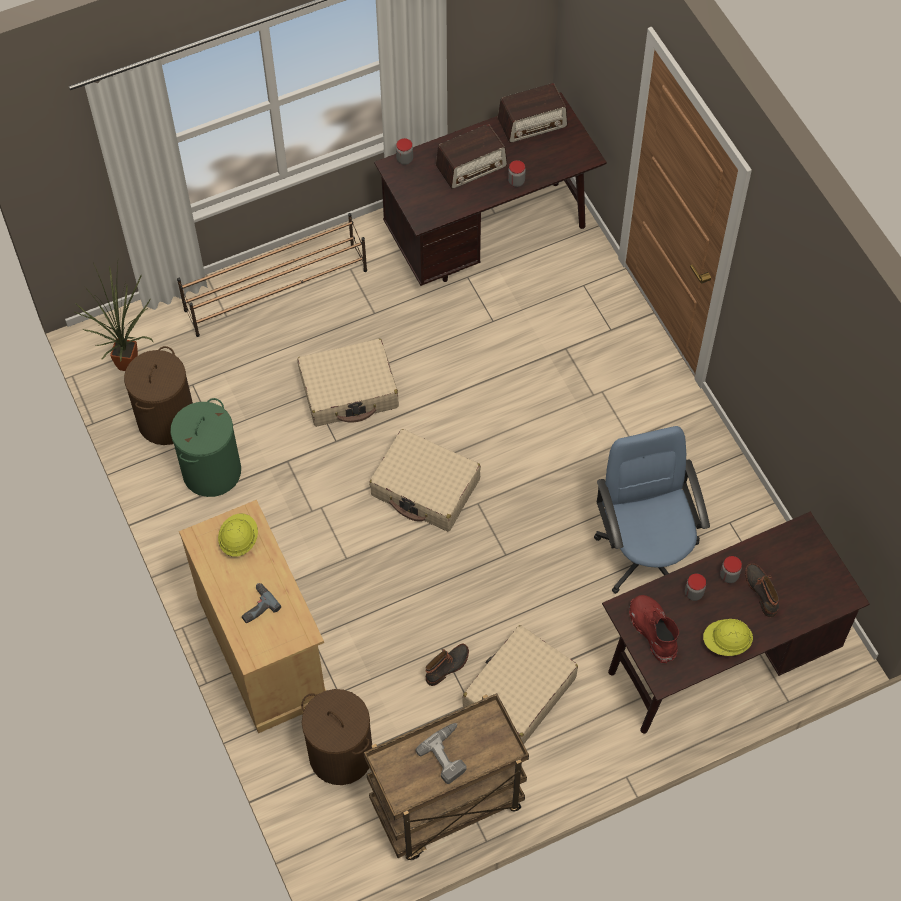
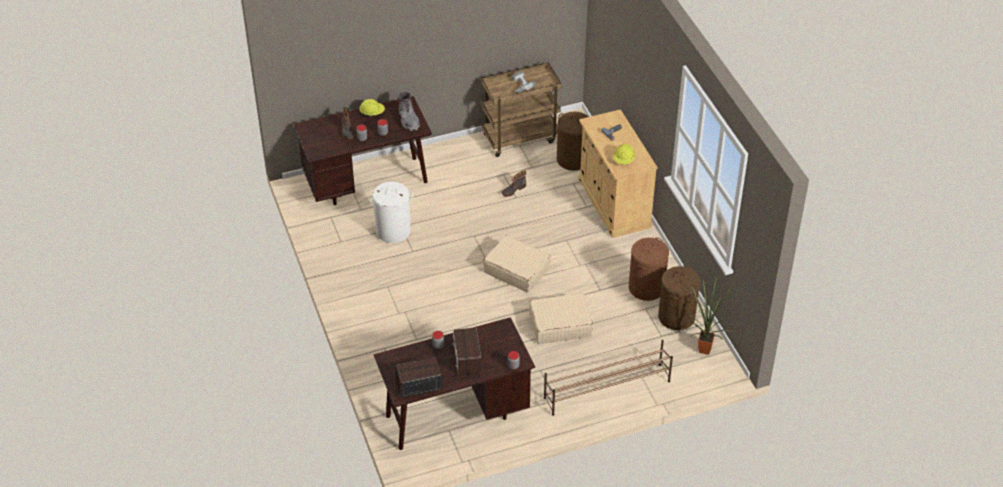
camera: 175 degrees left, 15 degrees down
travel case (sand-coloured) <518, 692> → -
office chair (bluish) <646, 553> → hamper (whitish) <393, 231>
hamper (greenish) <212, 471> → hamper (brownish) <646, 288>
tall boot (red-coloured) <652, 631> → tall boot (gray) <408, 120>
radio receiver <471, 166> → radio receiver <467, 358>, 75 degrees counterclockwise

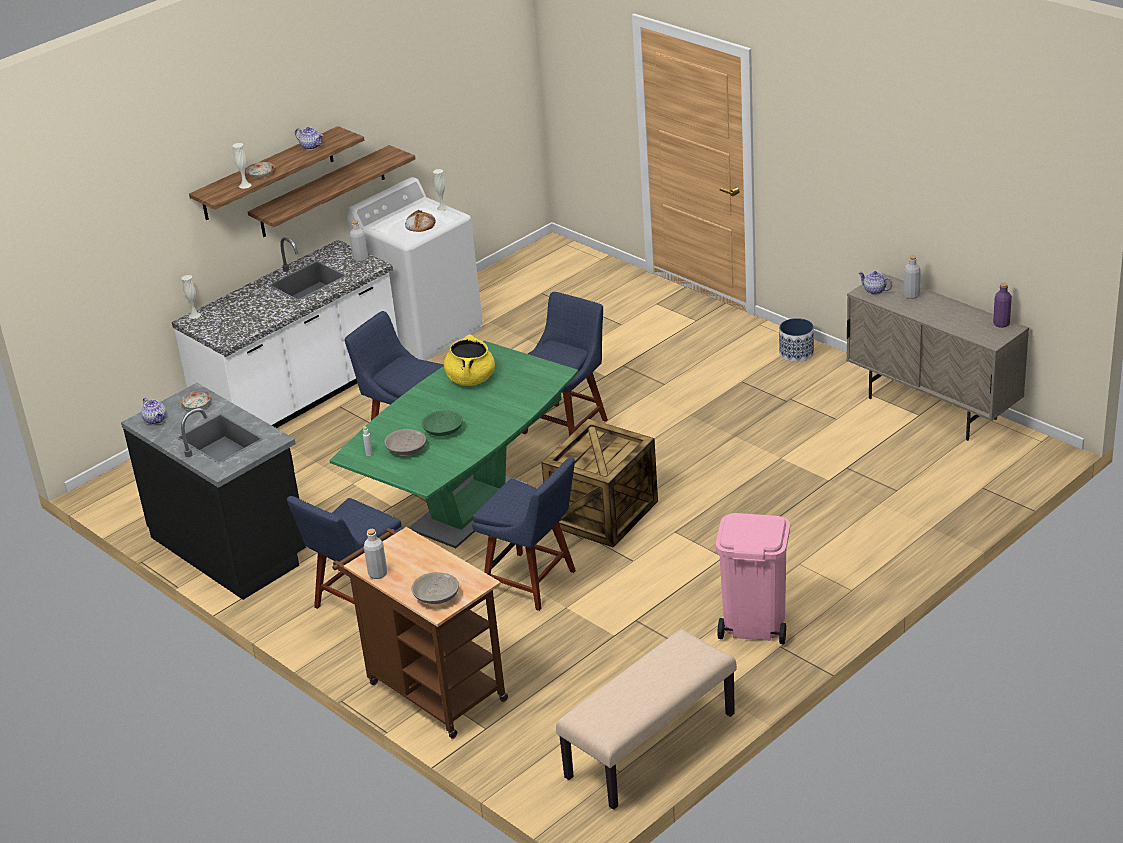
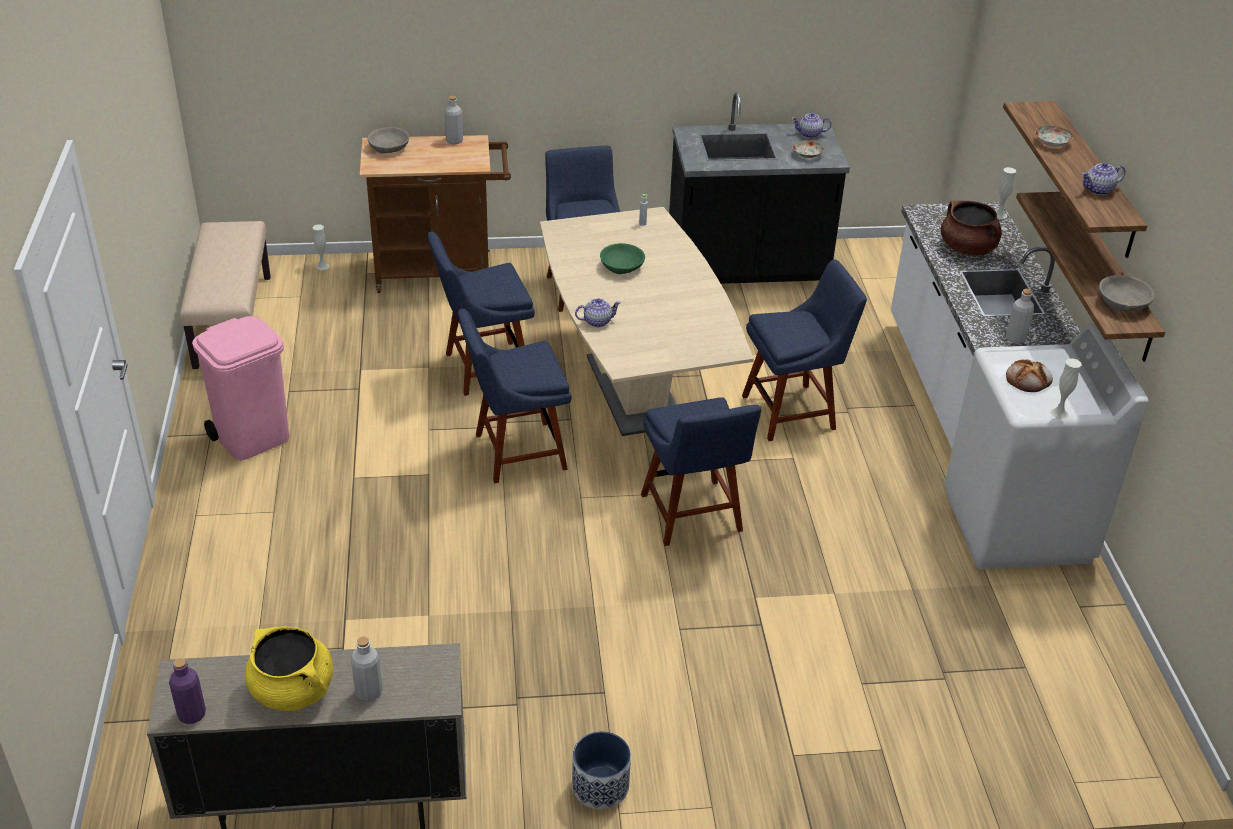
camera: 125 degrees right, 5 degrees up
- → cooking pot (brownish) <968, 248>
vase (whitish) <245, 185> → vase (whitish) <322, 266>, shifted
serving bowl (gray) <406, 450> → serving bowl (gray) <1123, 303>, shifted
cooking pot (yellow-coloured) <471, 379> → cooking pot (yellow-coloured) <293, 690>, shifted
tea pot <874, 290> → tea pot <597, 321>, shifted
crate <604, 514> → plain chair (bluish) <515, 452>
kitchen table (greenish) <469, 508> → kitchen table (sand-coloured) <635, 391>

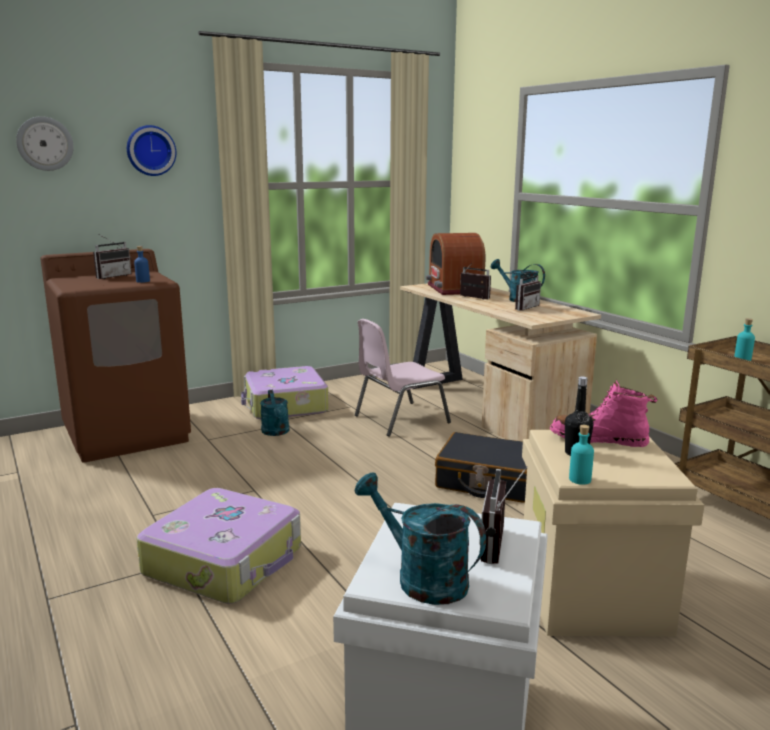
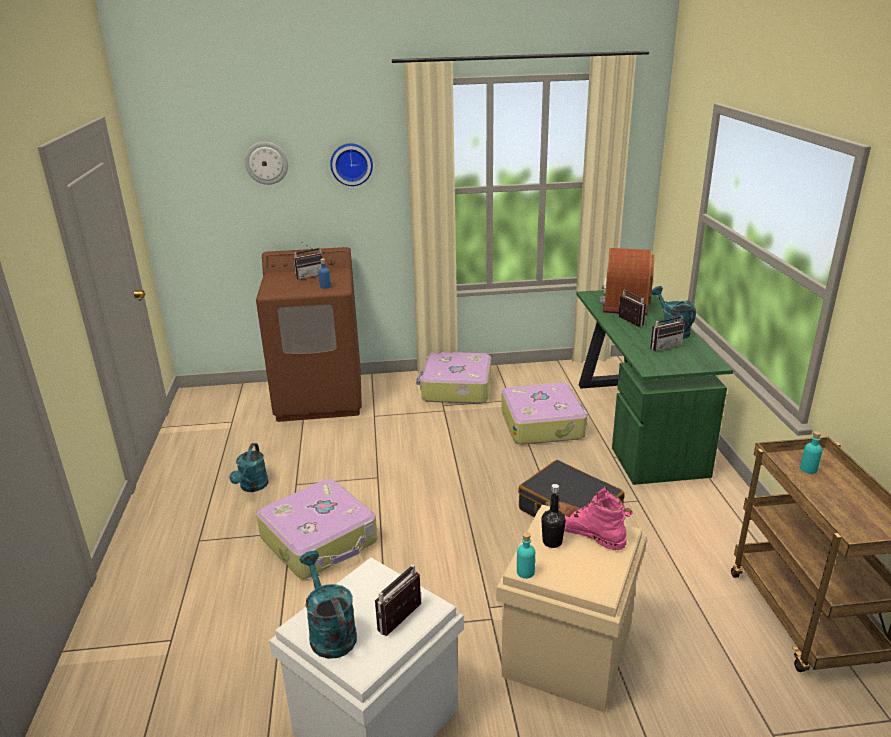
camera: 25 degrees right, 10 degrees up
watering can (turquoise-coloured) <276, 432> → watering can (turquoise-coloured) <252, 487>, shifted
plain chair (pink) <399, 419> → travel case <542, 424>
desk table (sand-coloured) <486, 406> → desk table (greenish) <635, 424>

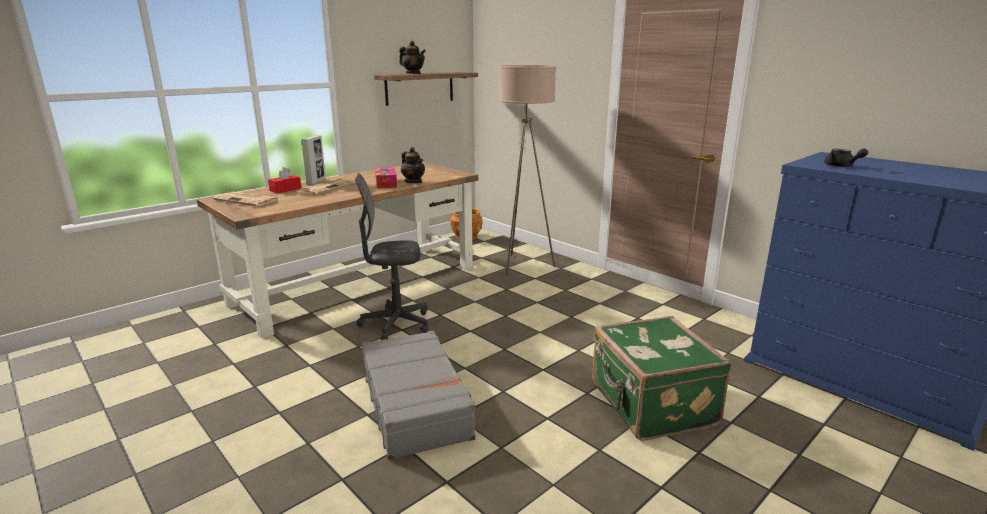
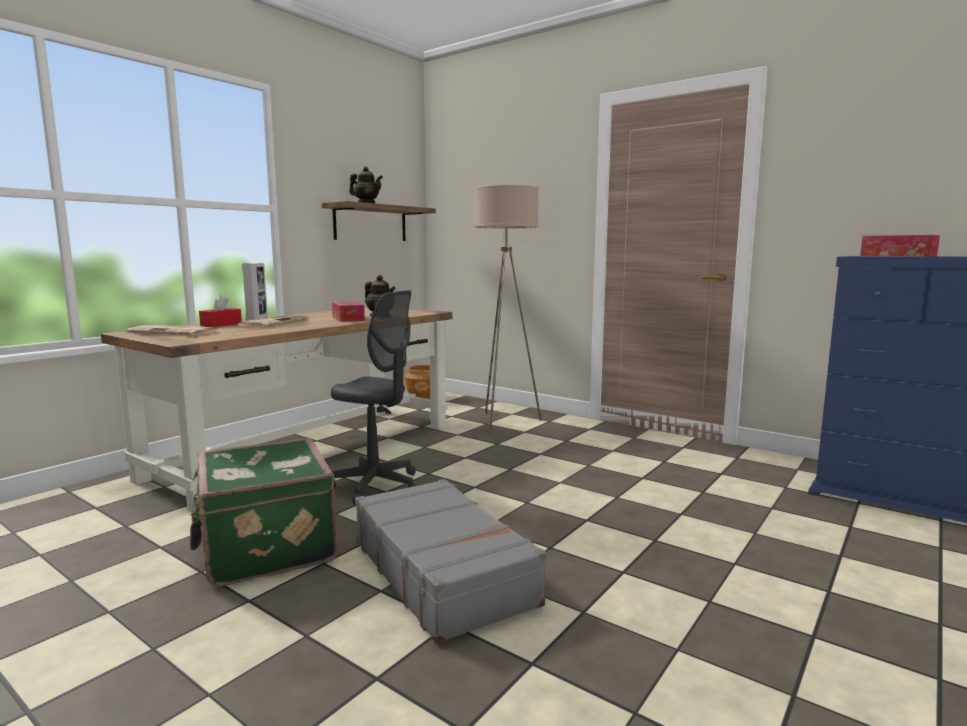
camera: 10 degrees left, 10 degrees down
travel case (greenish) <650, 405> → travel case (greenish) <265, 547>, shifted
tea pot (black-coloured) <841, 166> → tissue box <897, 256>
office chair (gray) <396, 324> → office chair (gray) <376, 486>, 135 degrees counterclockwise

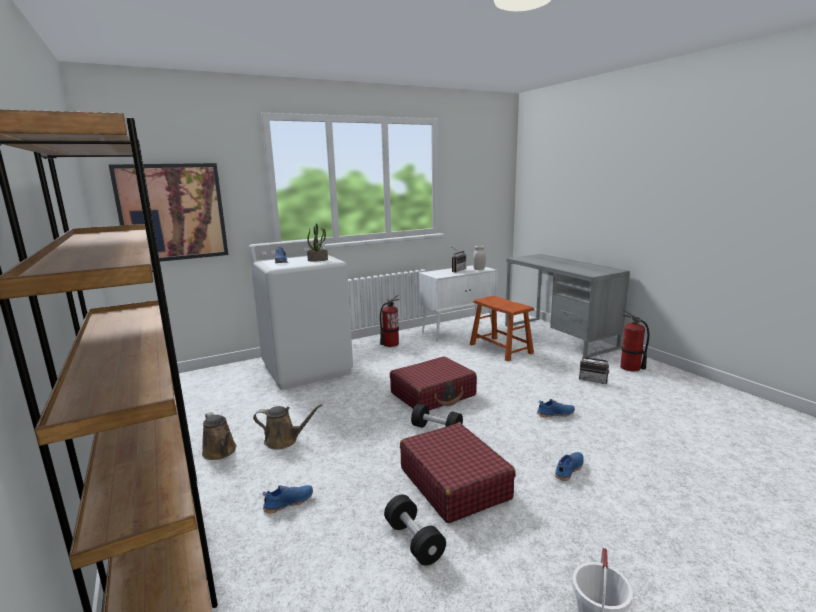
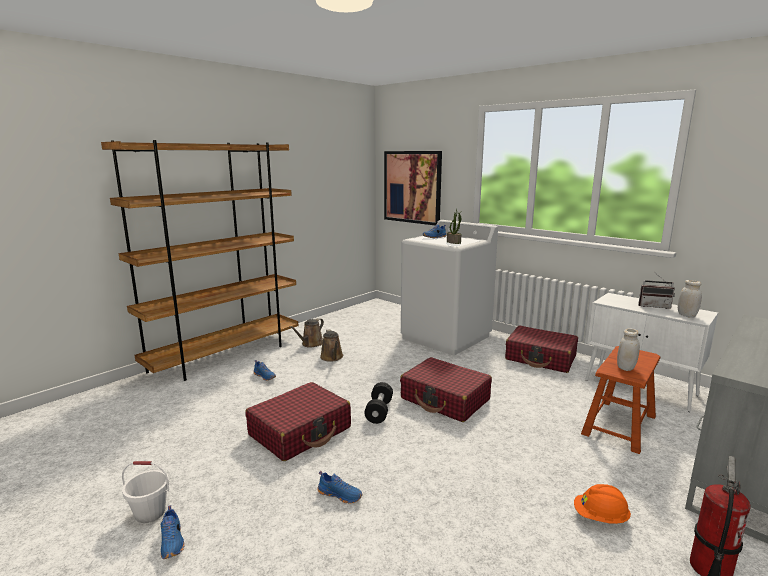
camera: 70 degrees right, 0 degrees up
hand weight (black-coloured) <414, 541> → -
- → preserve jar (whitish) <626, 368>
item of footwear (bluish) <555, 414> → item of footwear (bluish) <173, 542>, shifted
fire-fighting cylinder <390, 344> → travel case (red-coloured) <540, 358>
radio receiver <593, 380> → hard hat (orangey) <600, 517>

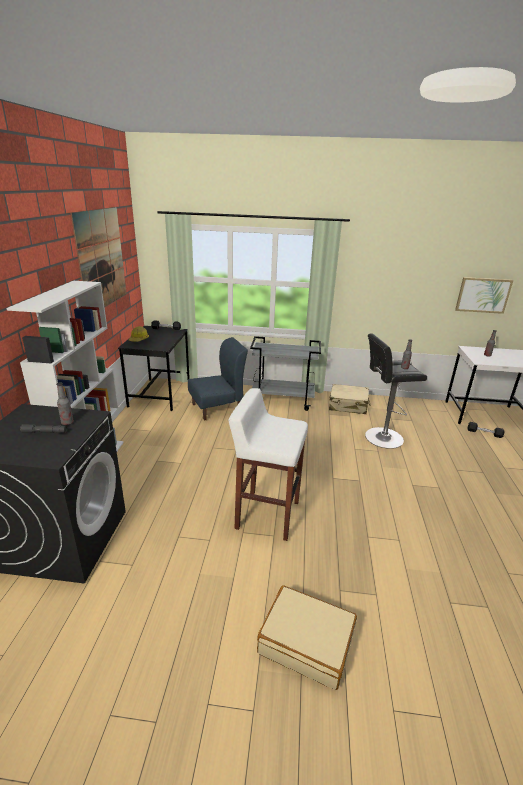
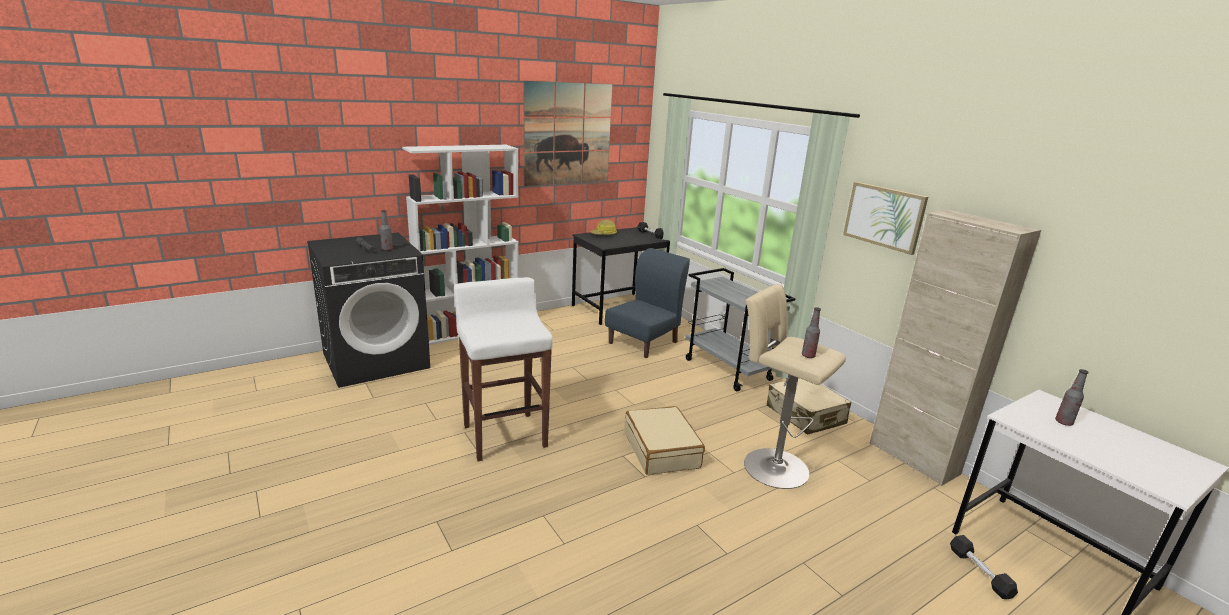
camera: 50 degrees right, 5 degrees down
- → cupboard (sand-coloured) <913, 458>
travel case (sand-coloured) <306, 642> → travel case (sand-coloured) <662, 450>, shifted
wall picture <483, 295> → wall picture <884, 216>, shifted
stool (black-coloured) <381, 438> → stool (sand-coloured) <771, 465>
plain chair (bluish) <217, 408> → plain chair (bluish) <644, 342>, 75 degrees counterclockwise

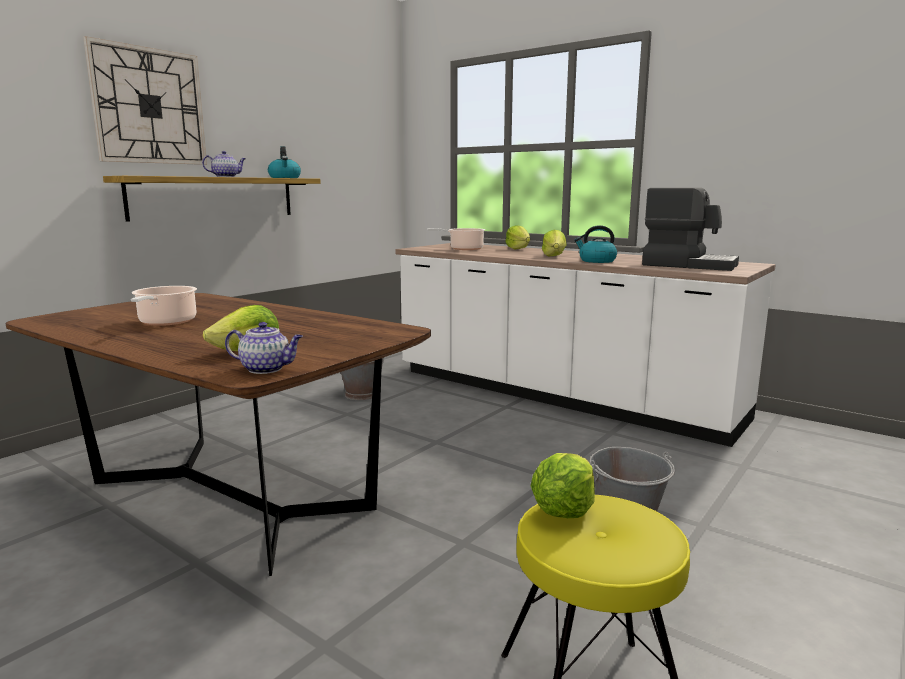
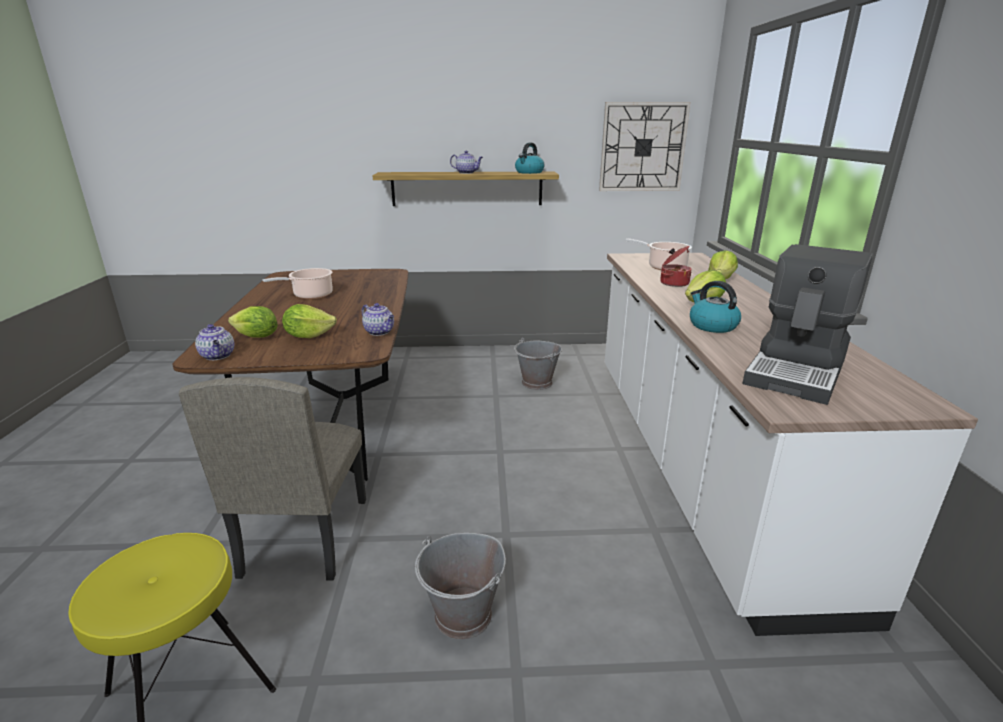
camera: 50 degrees right, 10 degrees up
- → plain chair (sand-coloured) <304, 536>
- → tea pot <380, 332>
- → cooking pot <673, 283>
hanging clock <149, 106> → hanging clock <642, 147>, shifted
lettuce head <564, 510> → lettuce head <308, 335>, shifted
coffee machine <688, 265> → coffee machine <798, 371>, 45 degrees clockwise

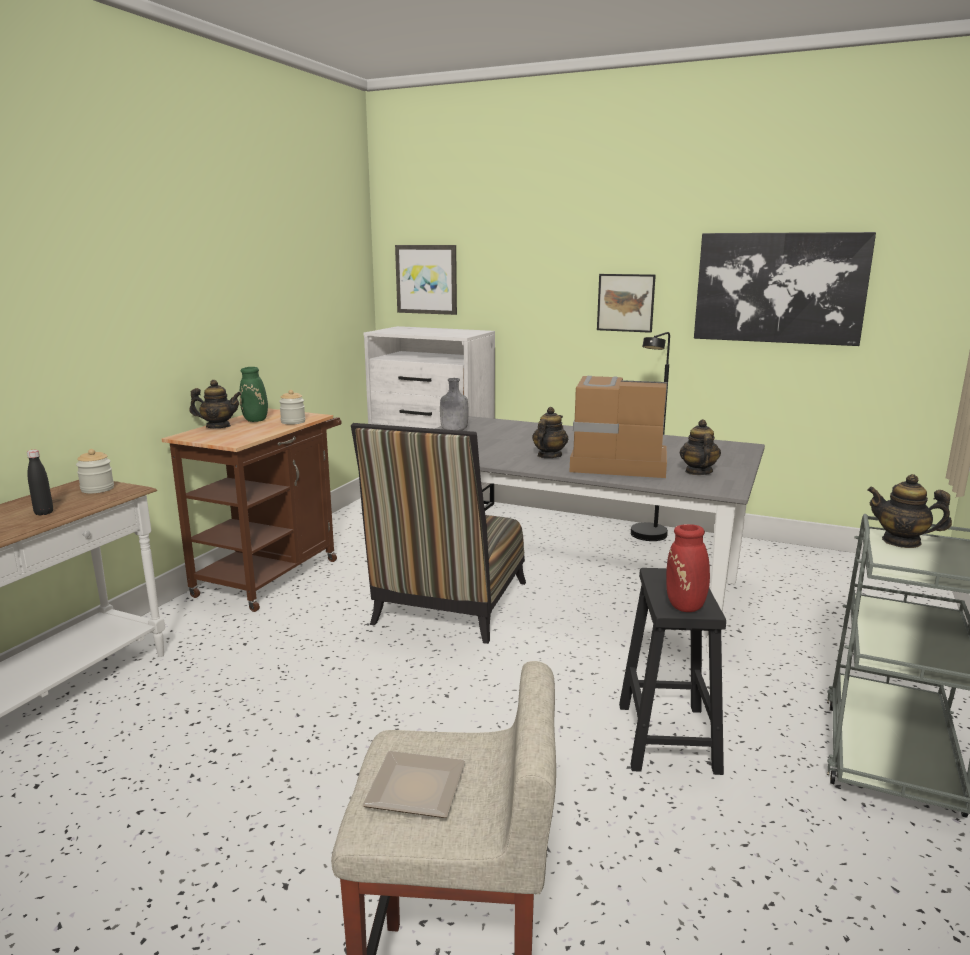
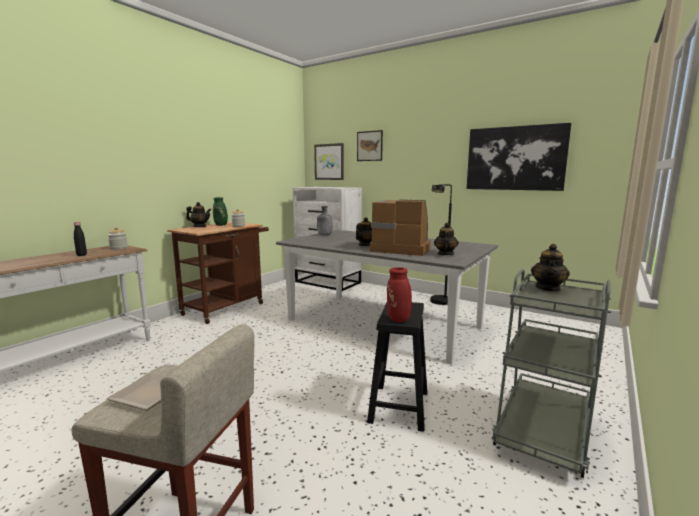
camera: 10 degrees right, 5 degrees down
plain chair <447, 607> → -
wall picture <625, 302> → wall picture <369, 146>, shifted
tea pot <901, 541> → tea pot <548, 288>, 105 degrees counterclockwise

